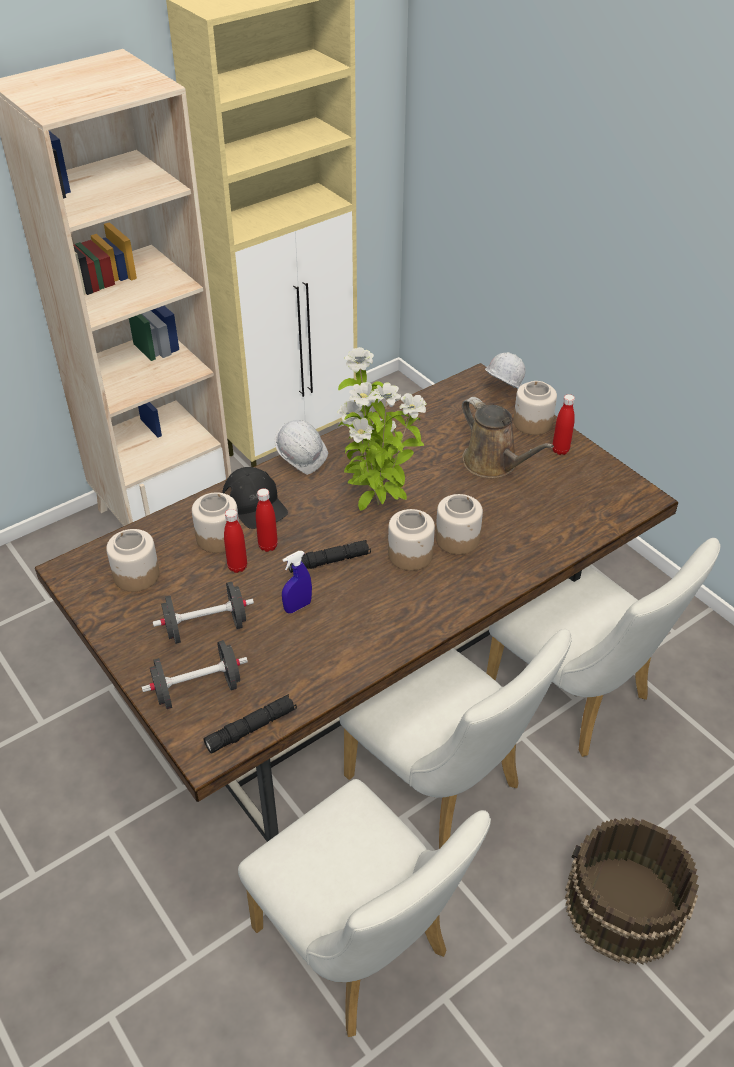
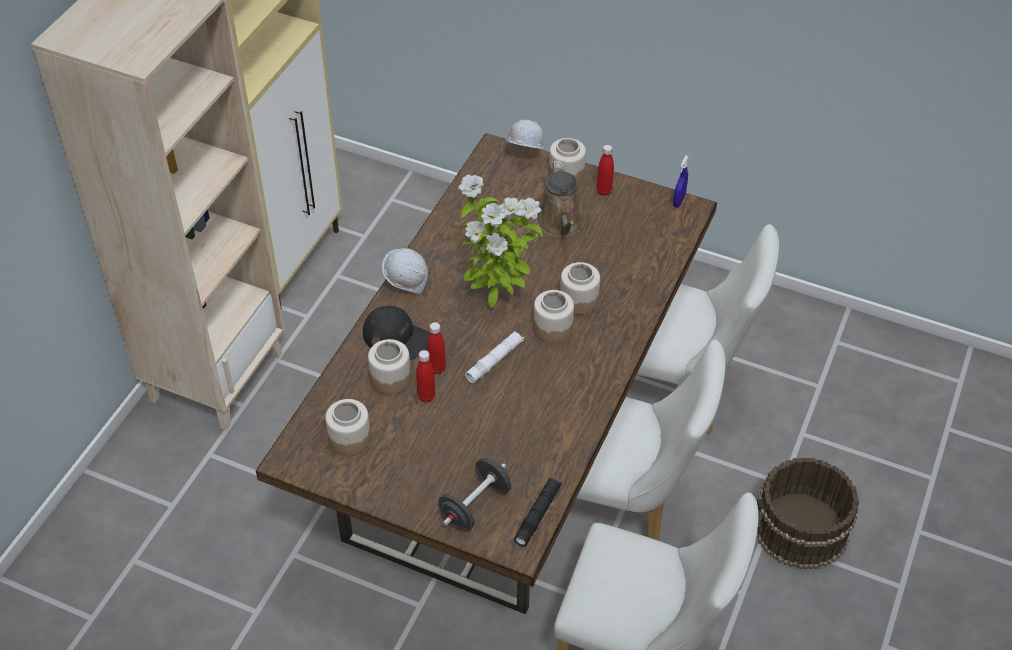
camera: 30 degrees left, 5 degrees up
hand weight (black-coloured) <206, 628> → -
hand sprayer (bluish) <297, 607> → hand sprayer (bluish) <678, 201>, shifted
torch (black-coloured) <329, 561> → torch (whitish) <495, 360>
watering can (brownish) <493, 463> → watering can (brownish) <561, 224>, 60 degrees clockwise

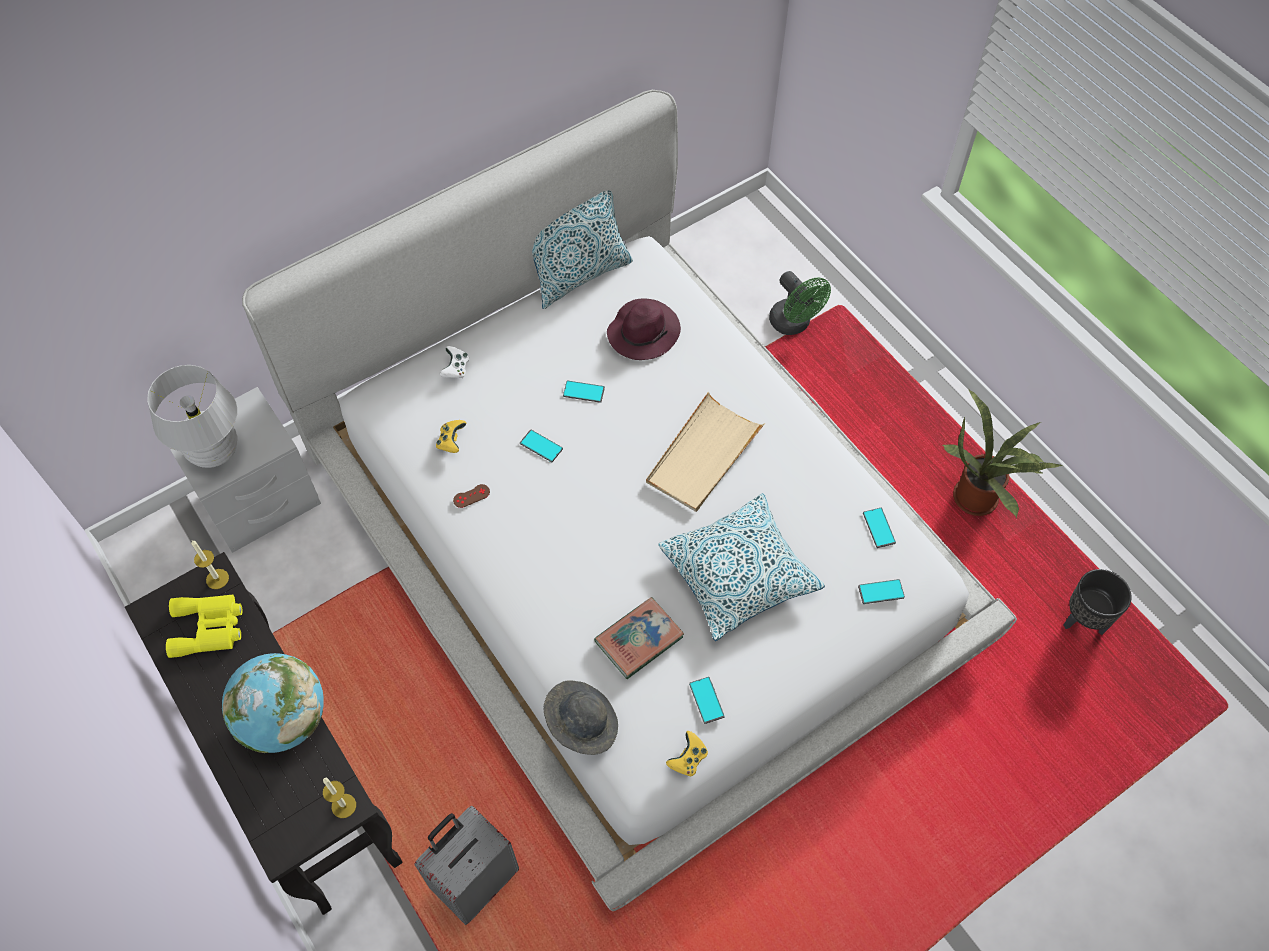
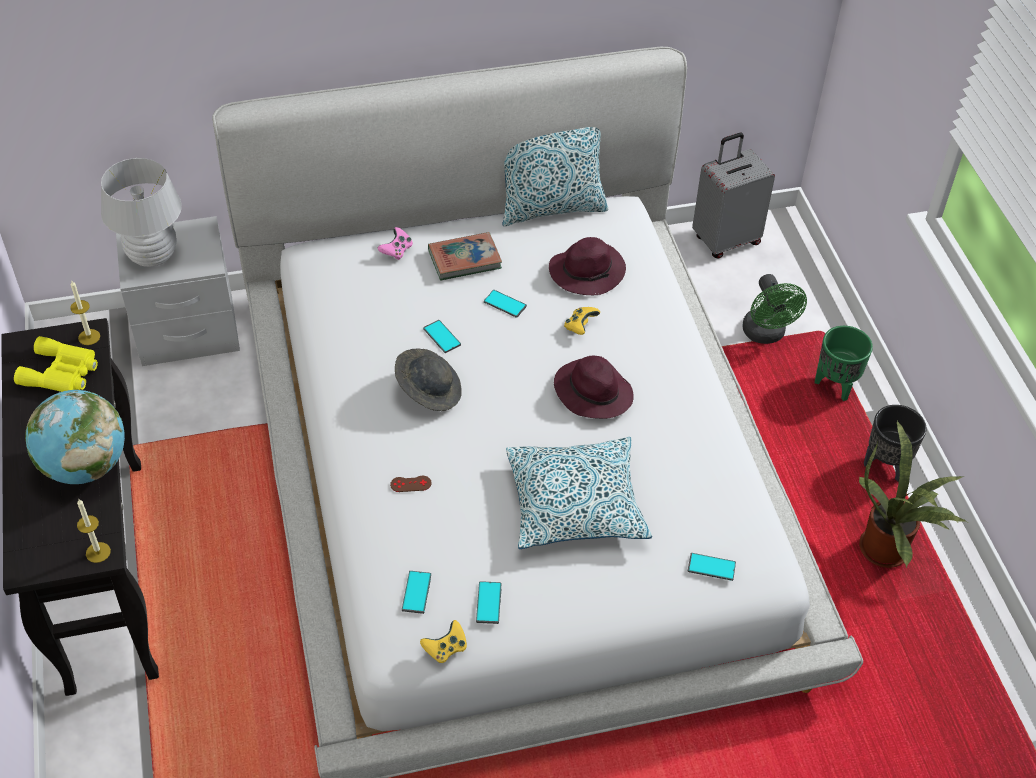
camera: 20 degrees right, 10 degrees down
- → plant pot (greenish) <834, 386>
travel case (gray) <475, 879> → travel case (gray) <725, 240>, shifted
game controller (yellow-coloured) <451, 441> → game controller (yellow-coloured) <580, 326>, shifted
game controller (brownish) <471, 496> → game controller (brownish) <410, 484>, shifted
wearable hat (gray) <581, 723> → wearable hat (gray) <428, 390>, shifted
volume <639, 640> → volume <464, 259>, shifted
handset <879, 528> → handset <416, 592>, shifted
plant pot (black-coloured) <1083, 621> → plant pot (black-coloured) <885, 466>, shifted
tray (sand-coloured) <703, 455> → wearable hat (purple-coloured) <592, 392>
game controller (whitish) <456, 369> → game controller (pink) <396, 251>

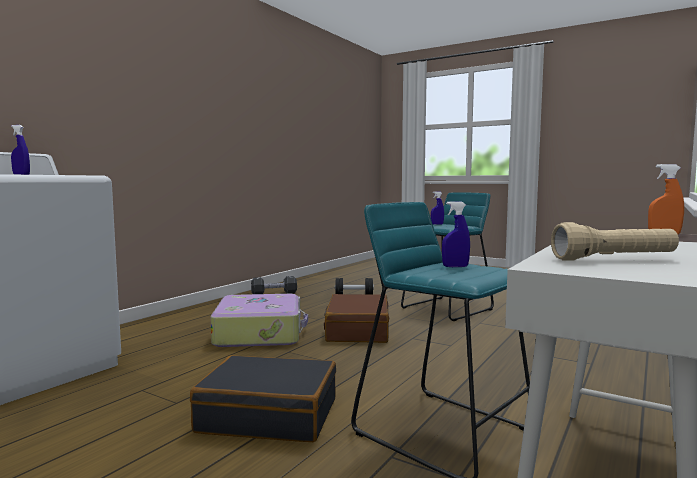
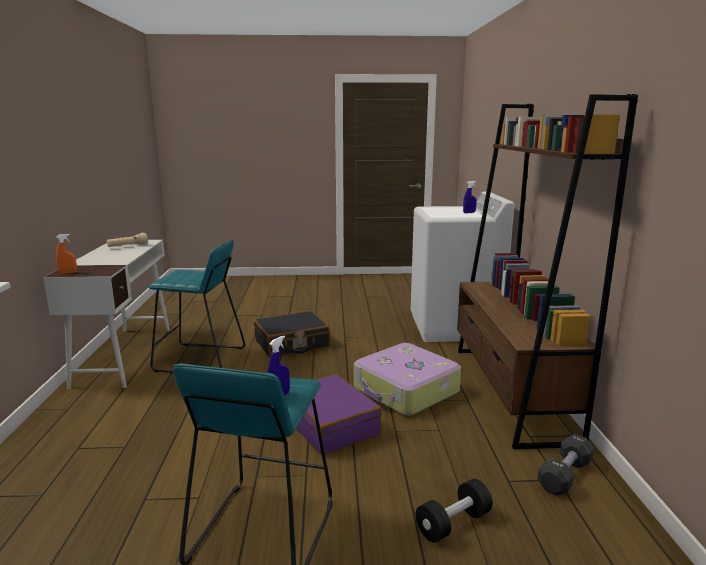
camera: 145 degrees right, 10 degrees up
hand sprayer (bluish) <455, 266> → -
- → bookcase (brownish) <511, 391>
travel case (brownish) <357, 330> → travel case (purple-coloured) <330, 425>

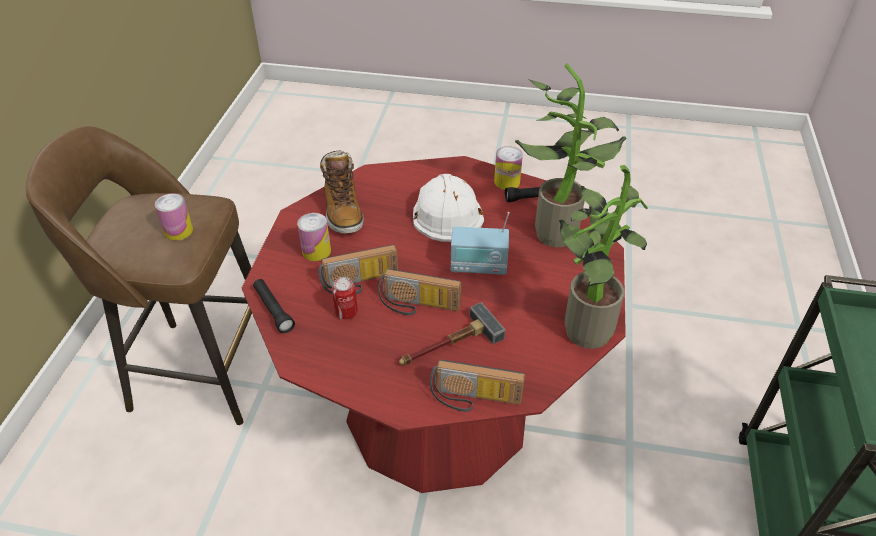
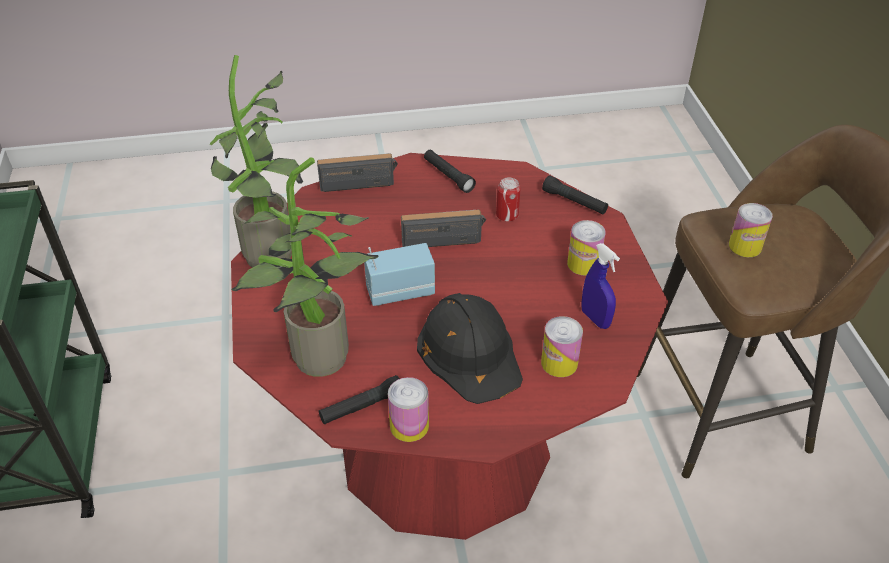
camera: 160 degrees right, 0 degrees up
radio receiver <360, 283> → -
hammer <447, 345> → -
- → torch (black-coloured) <448, 176>
- → metal can <559, 363>
tall boot <342, 211> → hand sprayer (bluish) <595, 319>
hard hat (whitish) <446, 211> → hard hat (black-coloured) <470, 352>

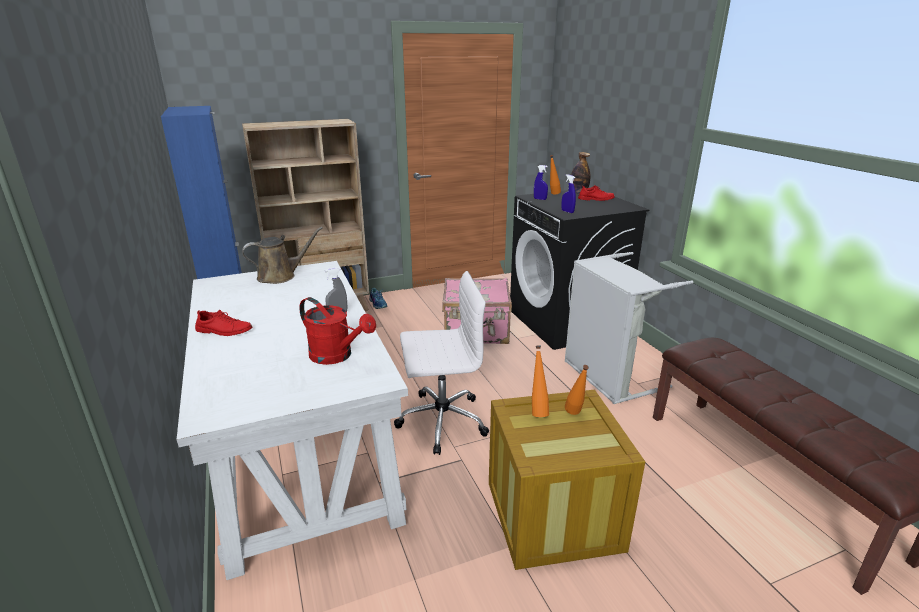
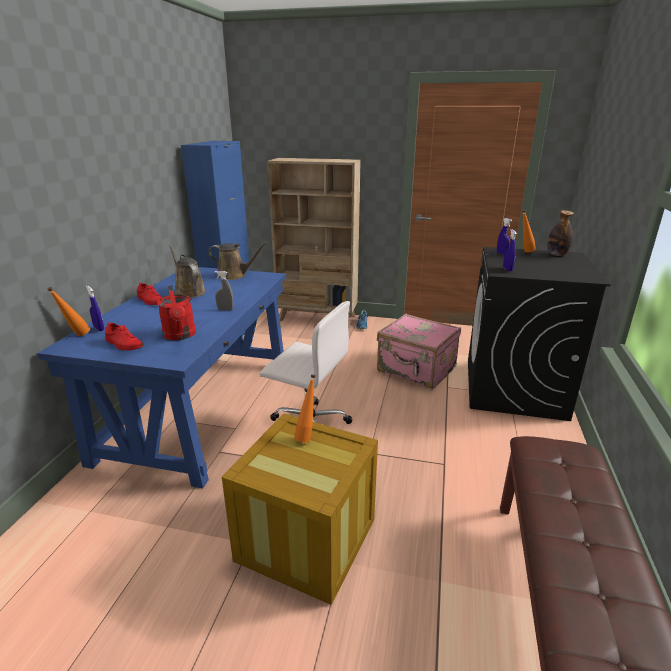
camera: 35 degrees right, 0 degrees up
hamper (gray) <606, 377> → -
- → hand sprayer (bluish) <99, 328>
- → watering can (brownish) <188, 292>
drink bottle (orangey) <575, 416> → drink bottle (orangey) <76, 336>, shifted
item of footwear (red-coloured) <596, 199> → item of footwear (red-coloured) <124, 344>, shifted
desk table (whitish) <299, 449> → desk table (bluish) <200, 408>

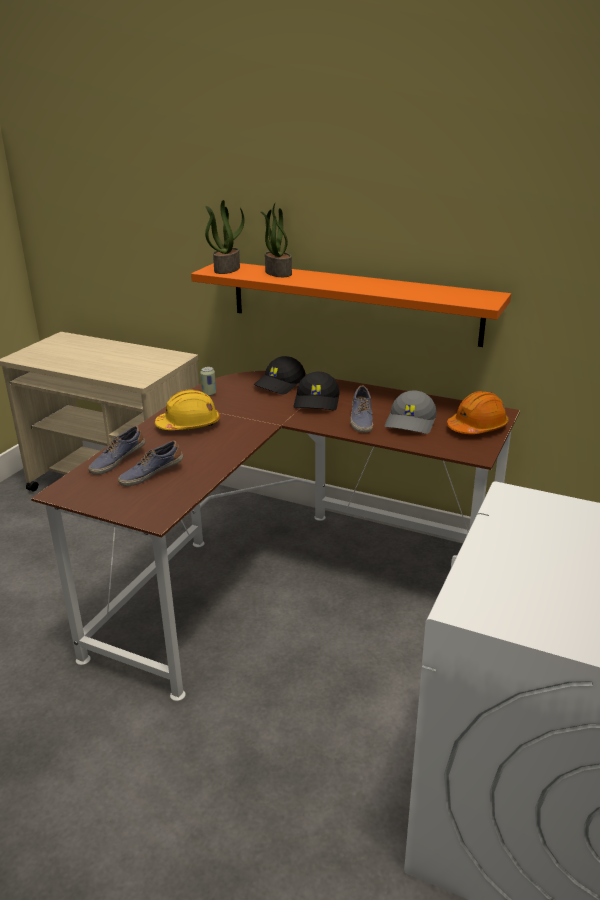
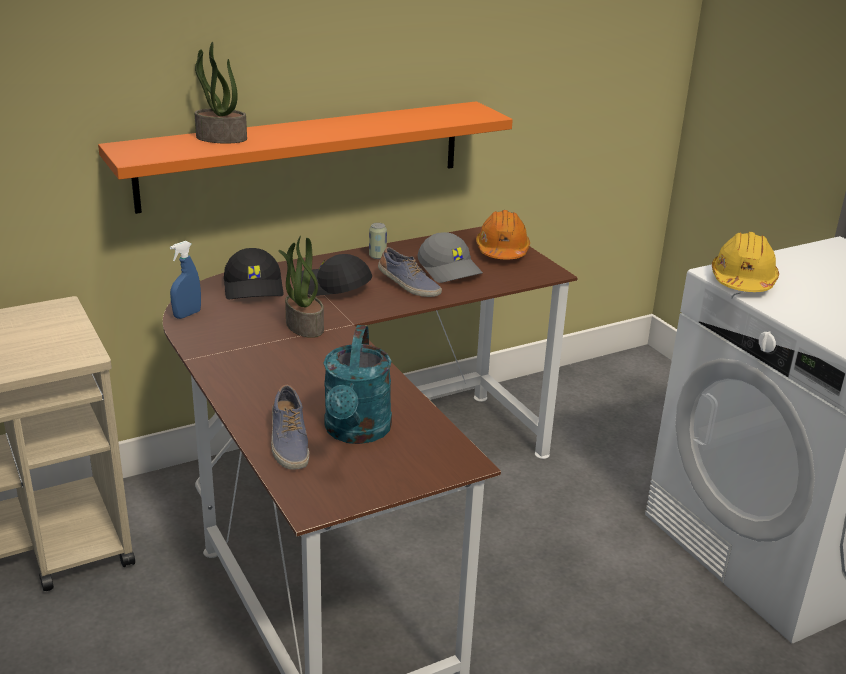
camera: 55 degrees left, 0 degrees up
- → hand sprayer (bluish) <187, 314>
hard hat (yellow-coloured) <189, 425> → hard hat (yellow-coloured) <742, 281>, shifted
metal can <209, 394> → metal can <377, 256>, shifted
potted plant <226, 269> → potted plant <303, 326>, shifted
item of footwear <151, 474> → watering can (turquoise-coloured) <356, 432>
peaked cap (black-coloured) <317, 402> → peaked cap (black-coloured) <332, 288>, 150 degrees clockwise

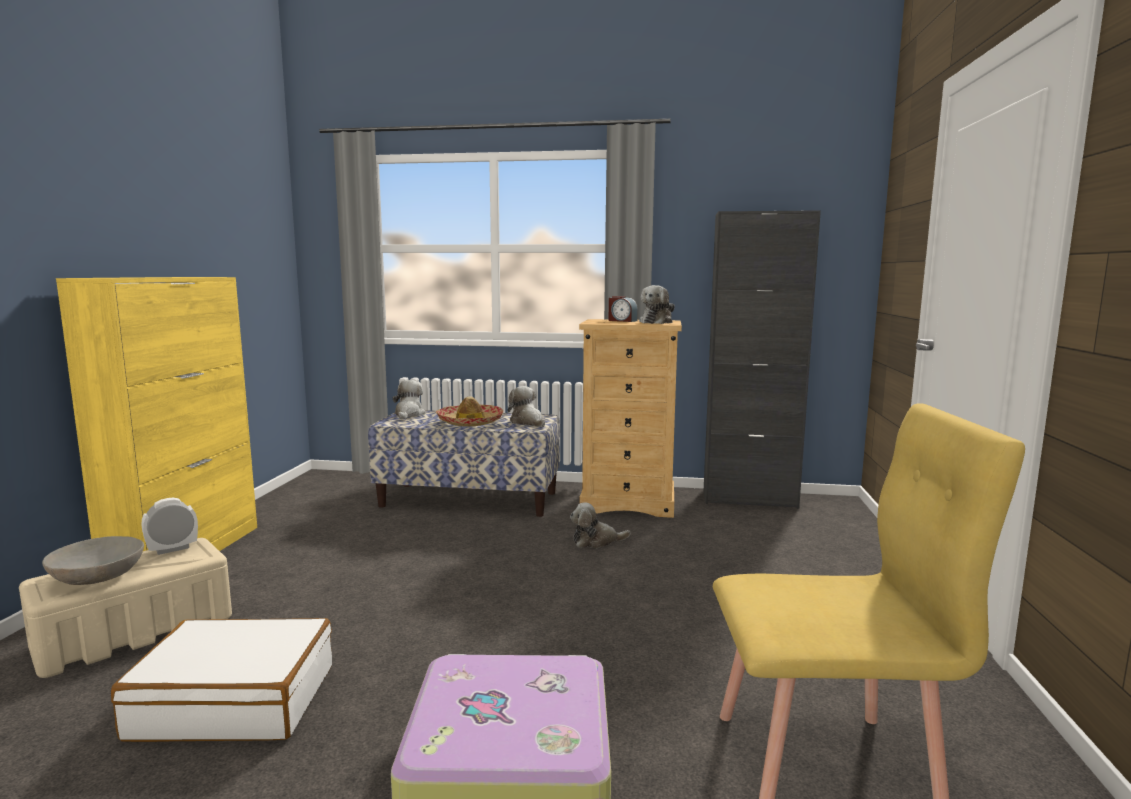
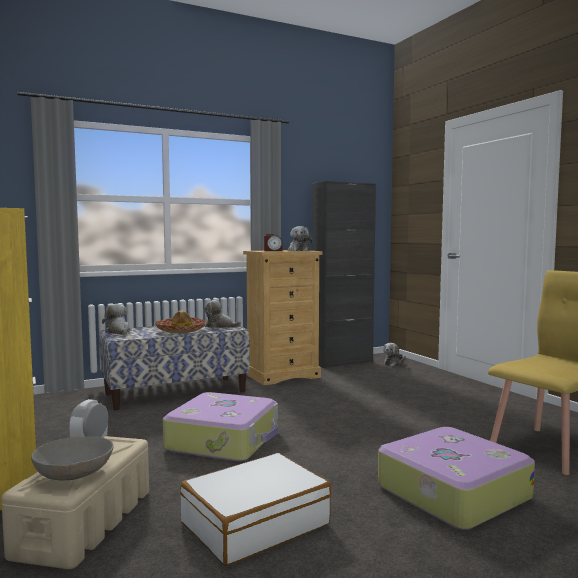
camera: 35 degrees left, 5 degrees down
- → travel case <224, 440>
soft toy <596, 541> → soft toy <394, 363>, shifted

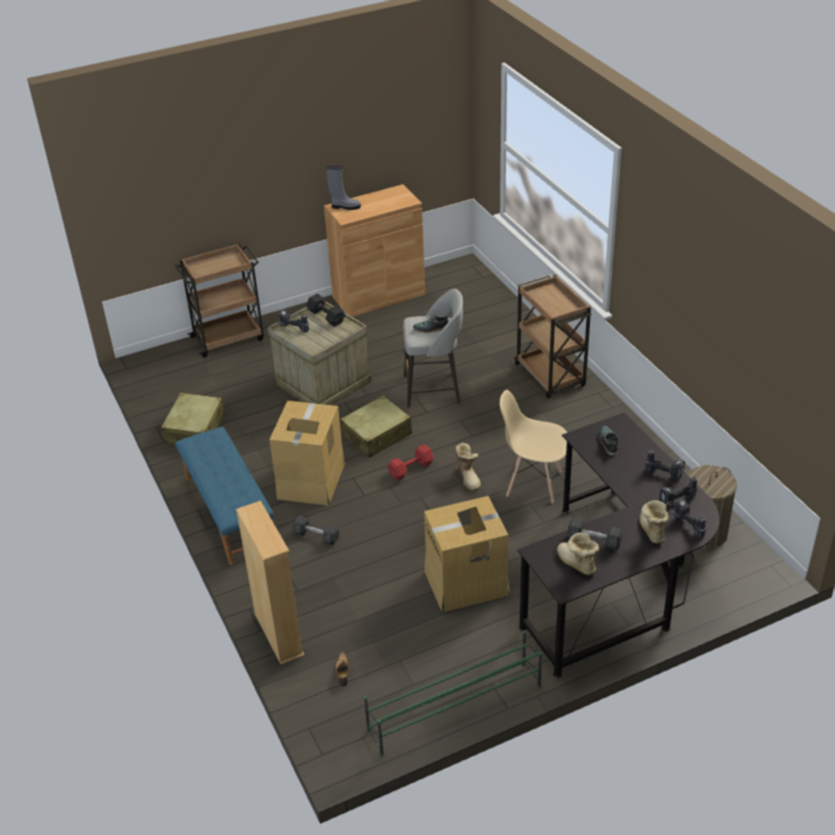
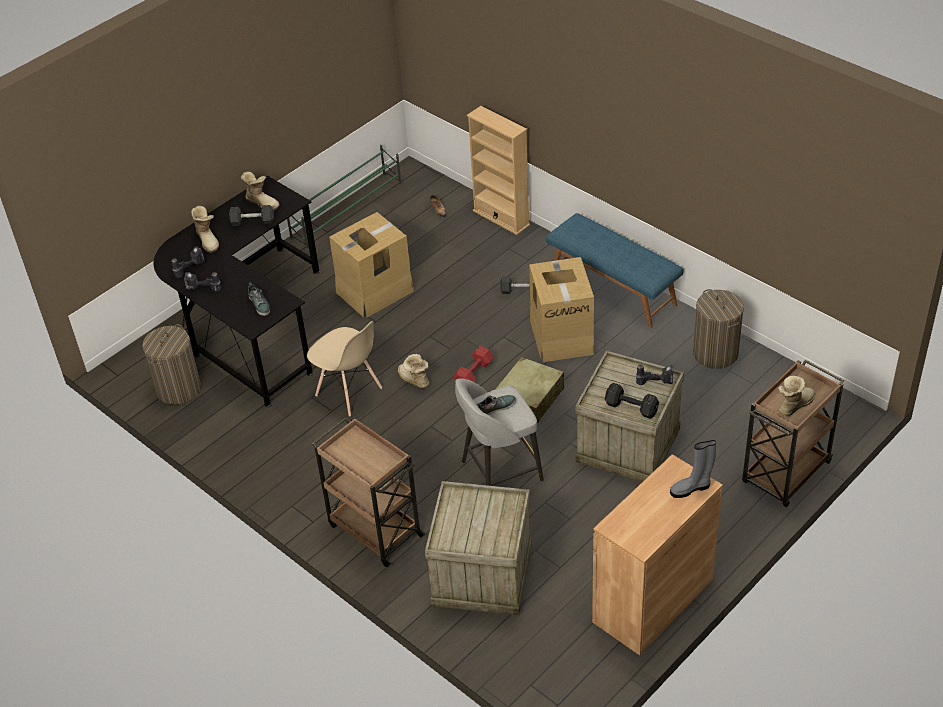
camera: 160 degrees right, 5 degrees up
power drill <687, 526> → -
- → crate <483, 573>
- → tall boot <793, 405>
travel case (sand-coloured) <195, 429> → hamper <715, 353>
plain chair (sand-coloured) <533, 483> → plain chair (sand-coloured) <349, 392>, 45 degrees clockwise

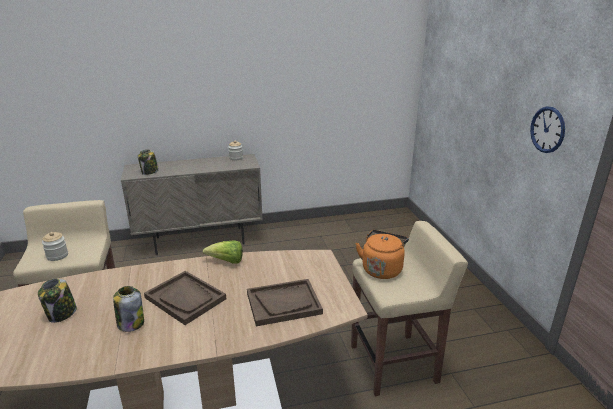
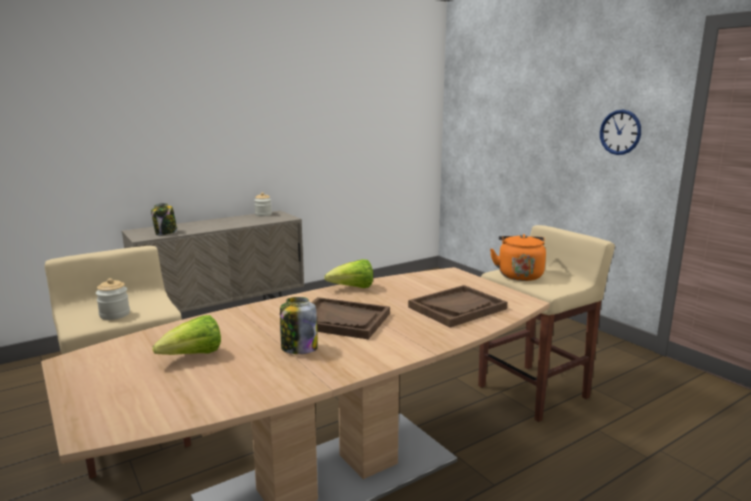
camera: 20 degrees left, 10 degrees down
preserve jar <62, 314> → lettuce head <193, 356>

